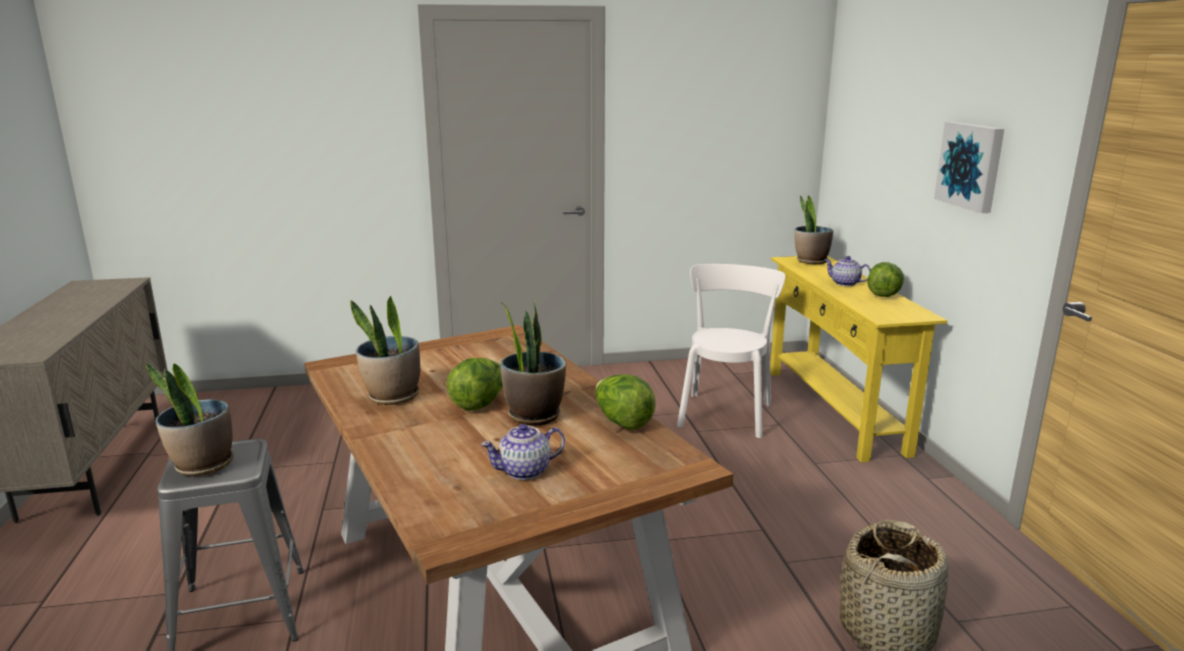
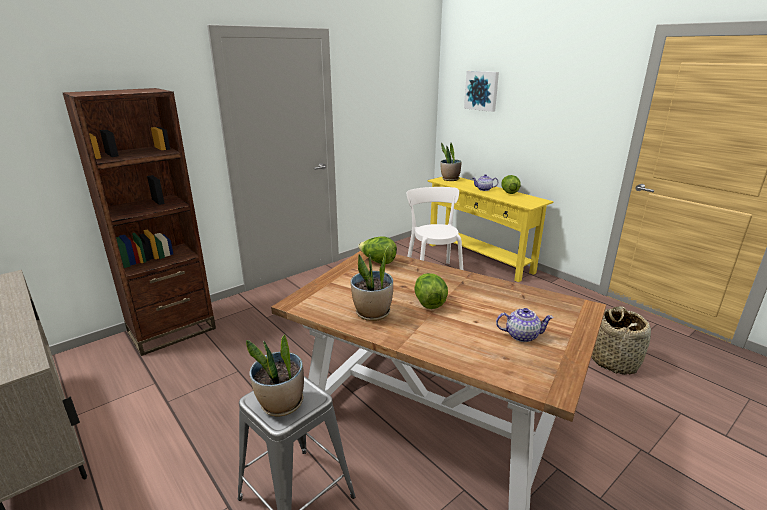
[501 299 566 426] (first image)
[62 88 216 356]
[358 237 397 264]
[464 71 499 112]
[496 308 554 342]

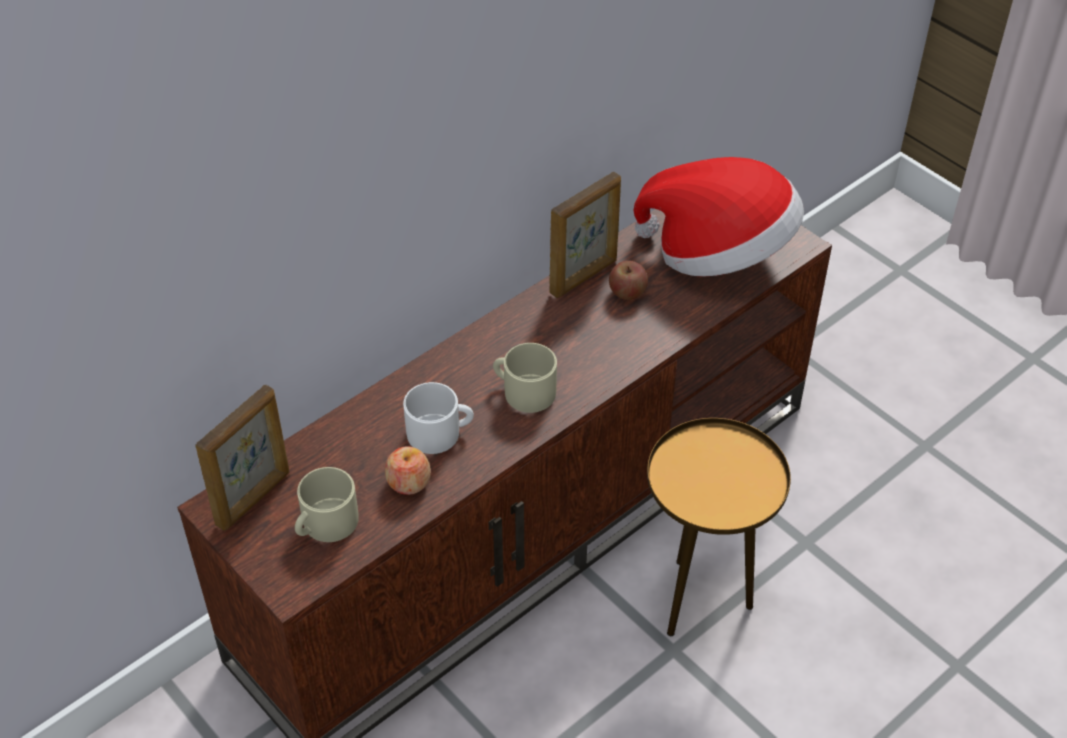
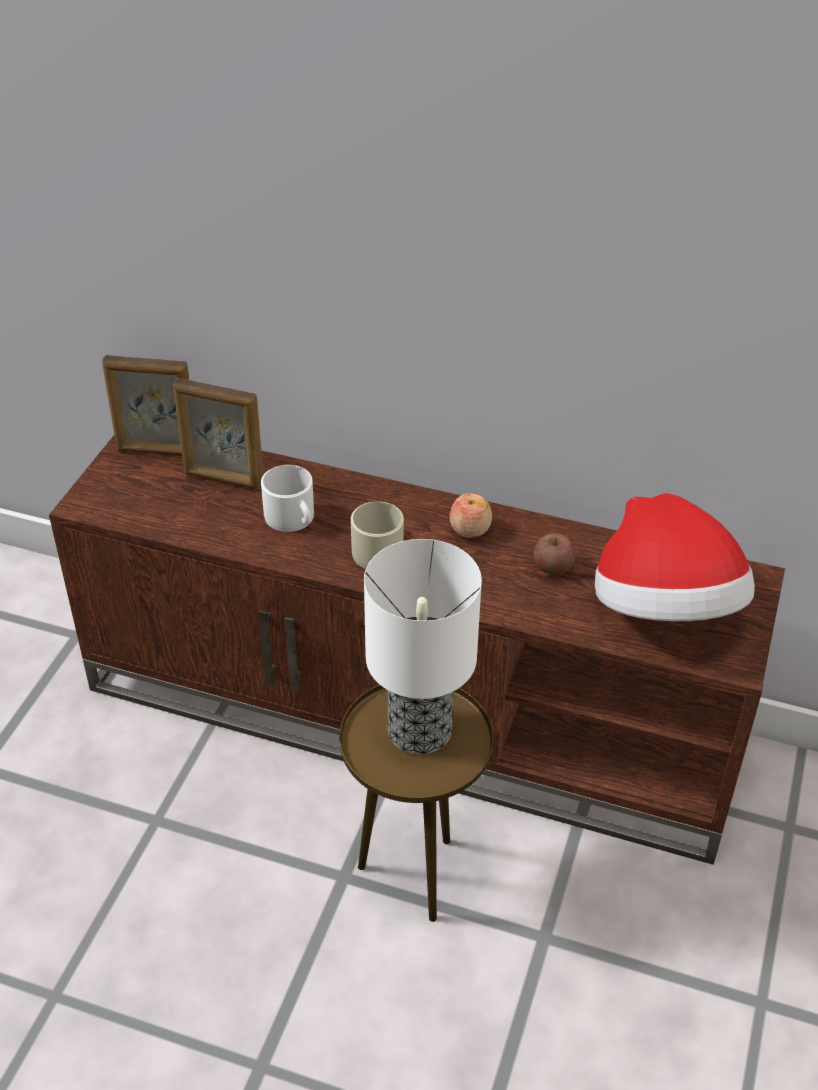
[295 467 359 542] (first image)
[364 539 482 754]
[450 493 492 538]
[173 378 263 490]

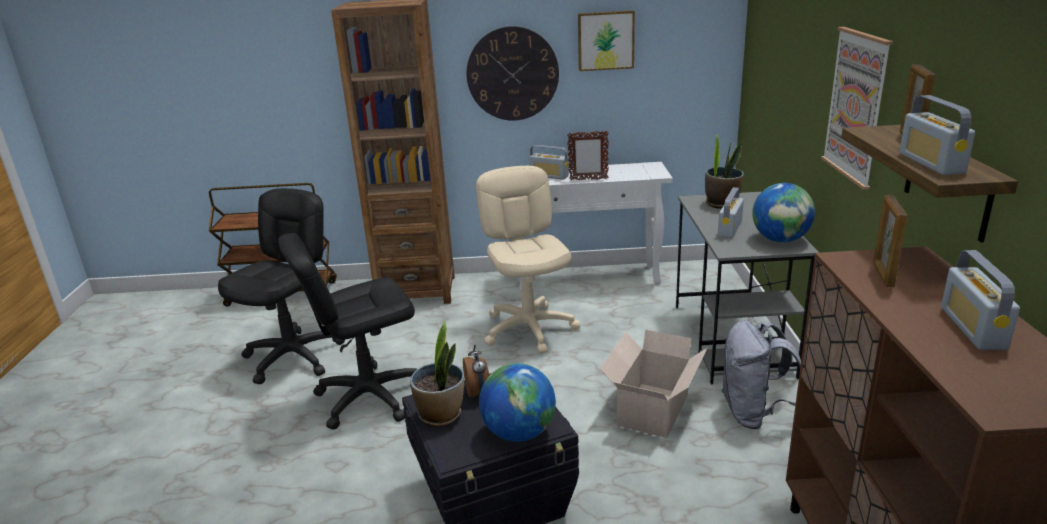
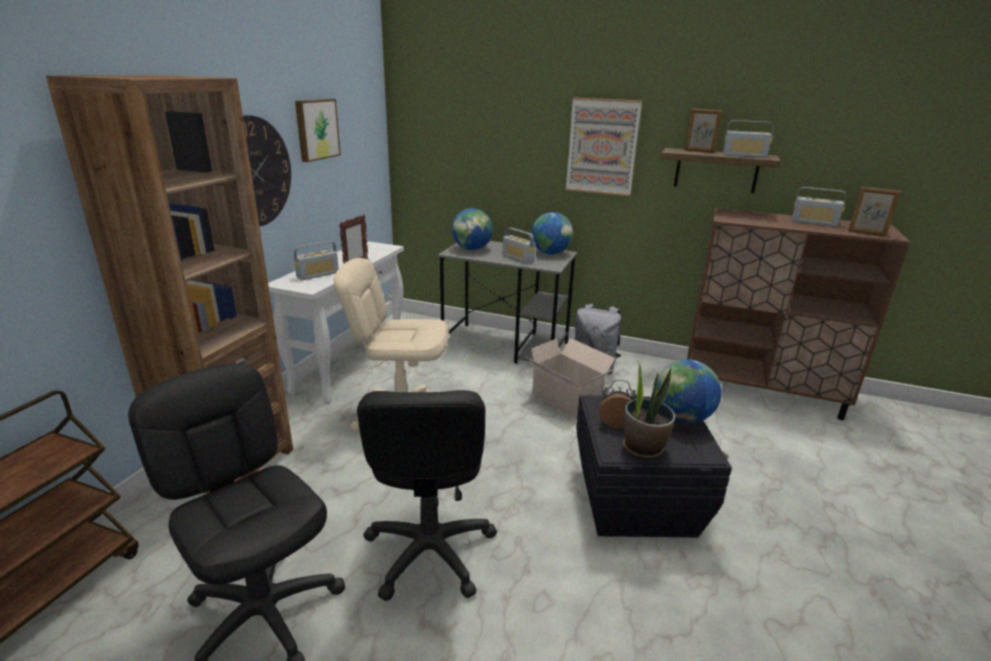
[848 186 901 236]
[452 208 493 250]

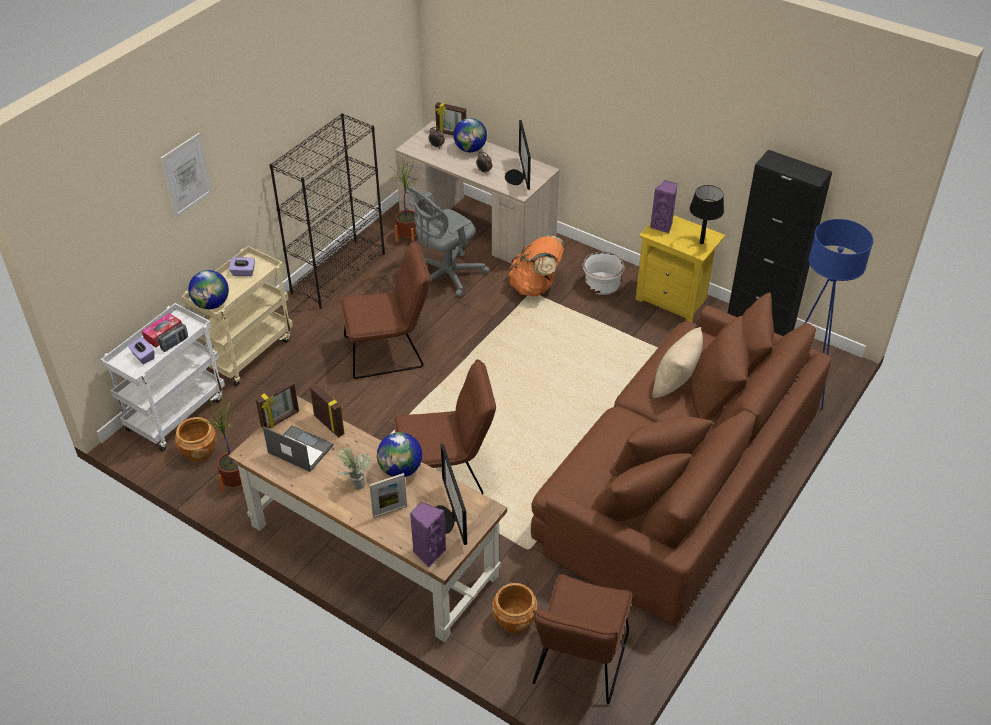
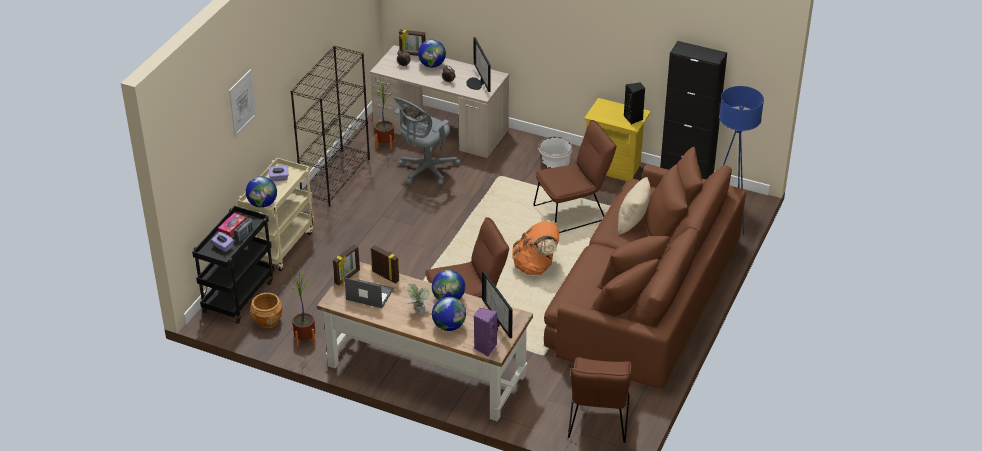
[492 583 538 633] (first image)
[650 180 678 233] (first image)
[534 120 616 233]
[512 220 559 275]
[432 297 466 331]
[624 83 645 125]
[192 206 274 324]

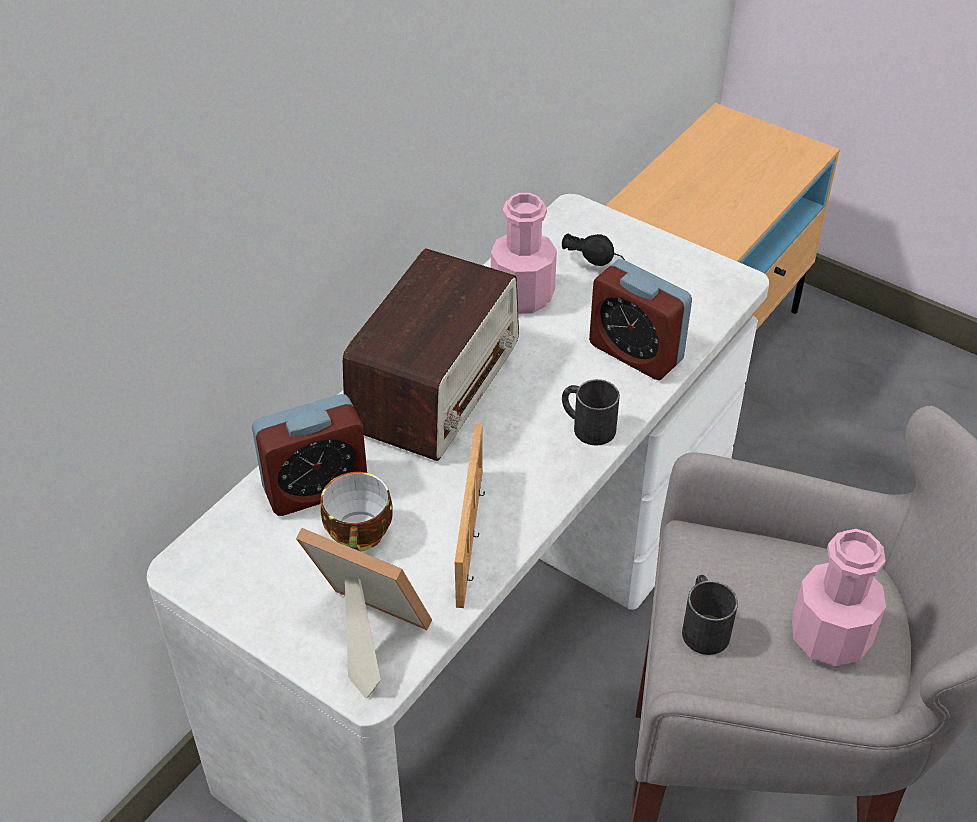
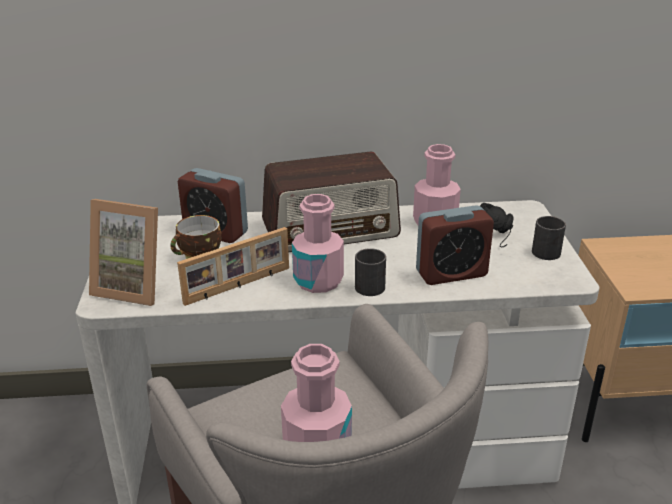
[292 194 344 293]
[532 216 566 260]
[89 199 158 306]
[416 205 494 285]

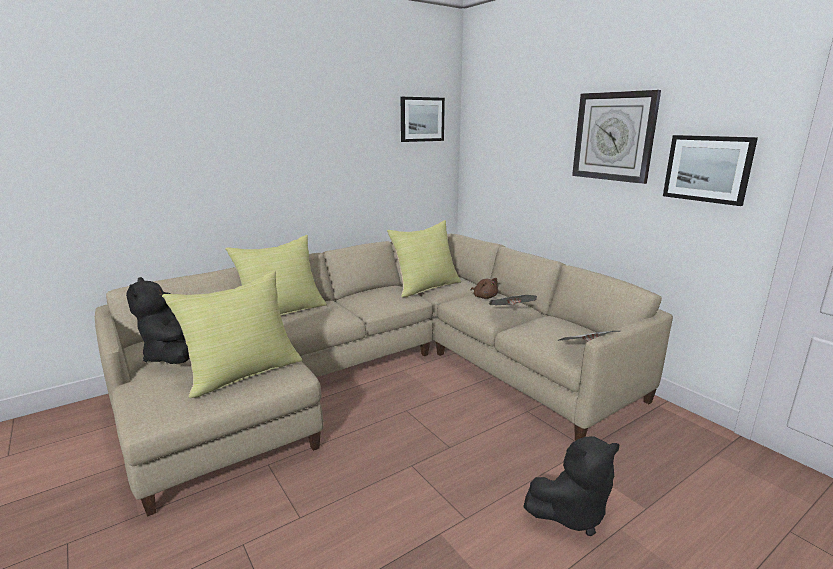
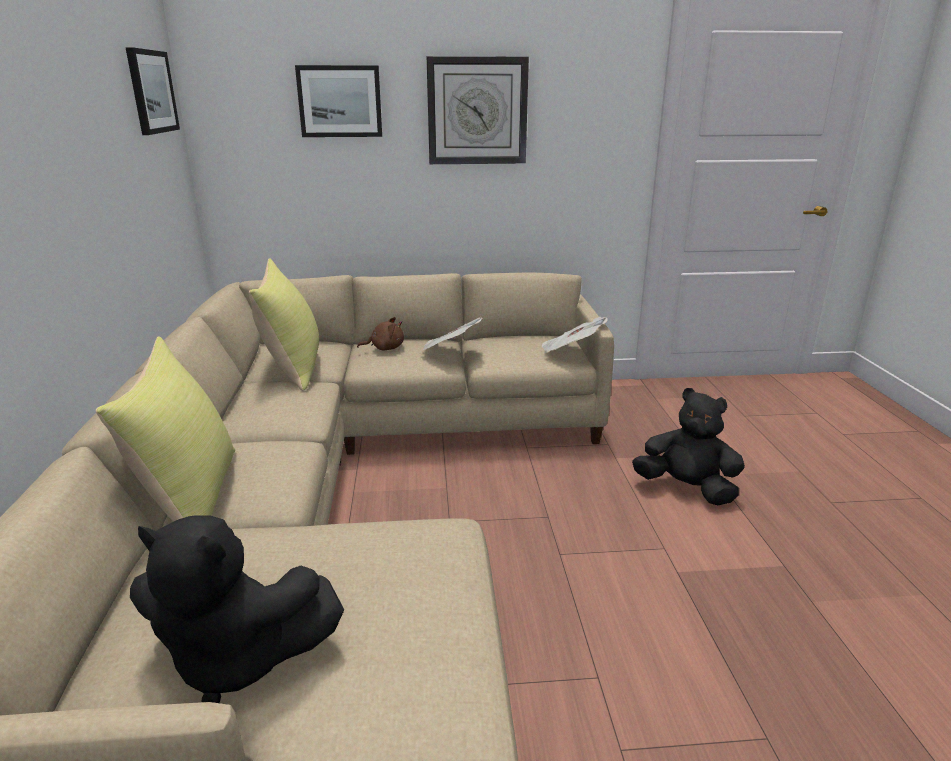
[162 270 302 398] (first image)
[295 65 382 137]
[632 388 745 505]

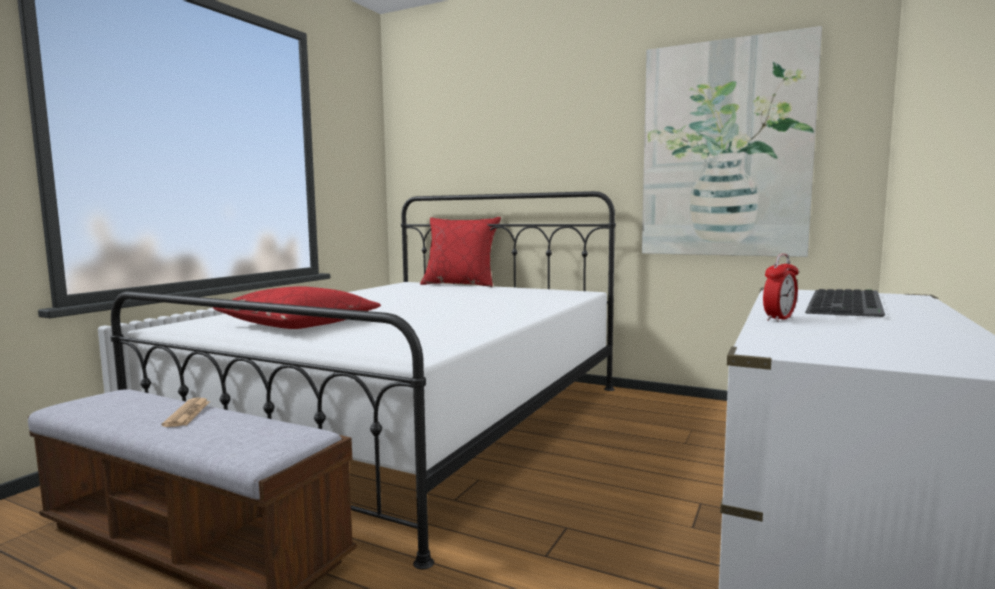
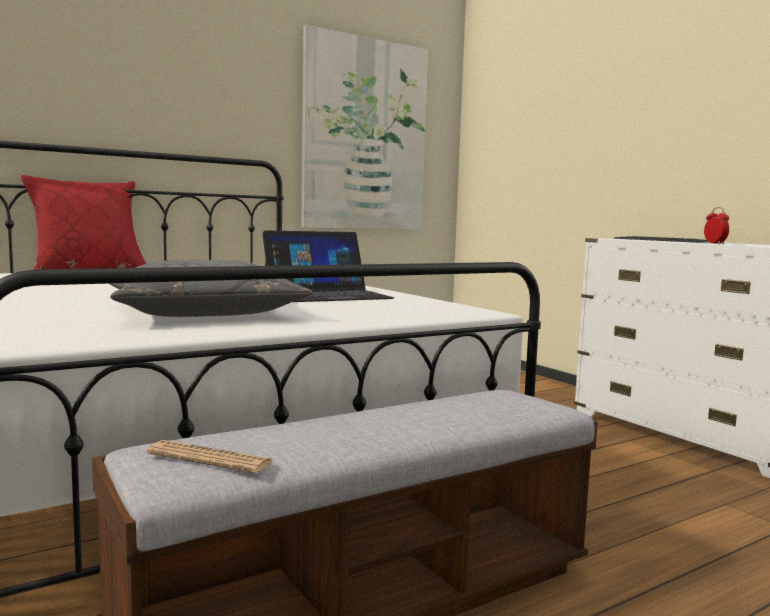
[262 230 394 302]
[147 440 274 473]
[109 260 312 317]

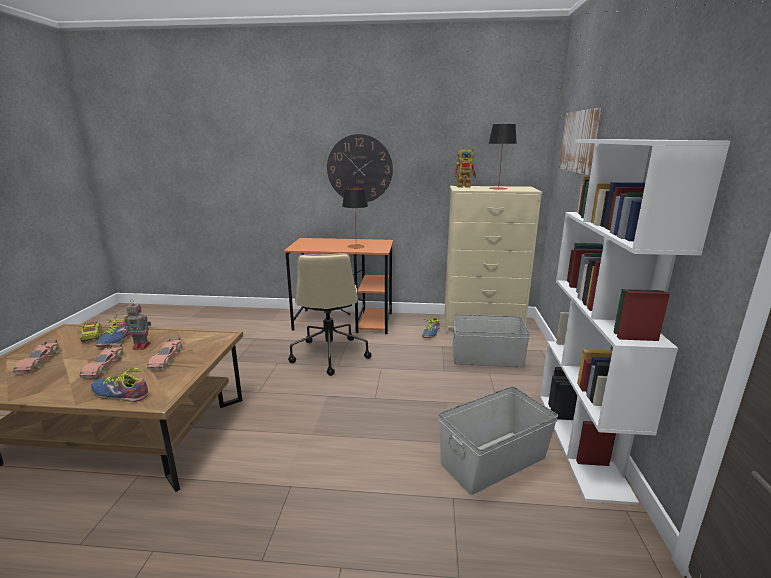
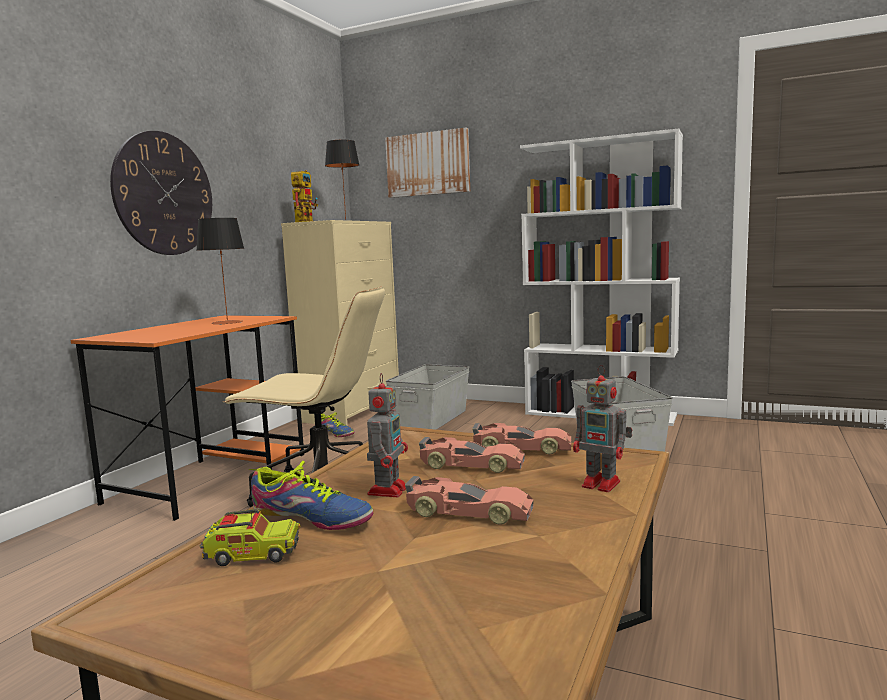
[472 423 571 454]
[573 365 632 492]

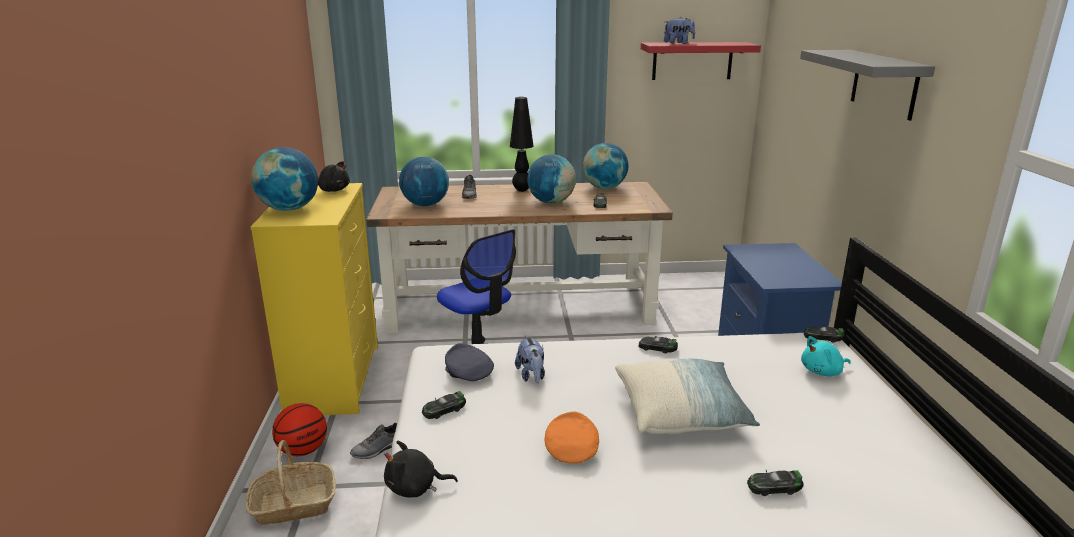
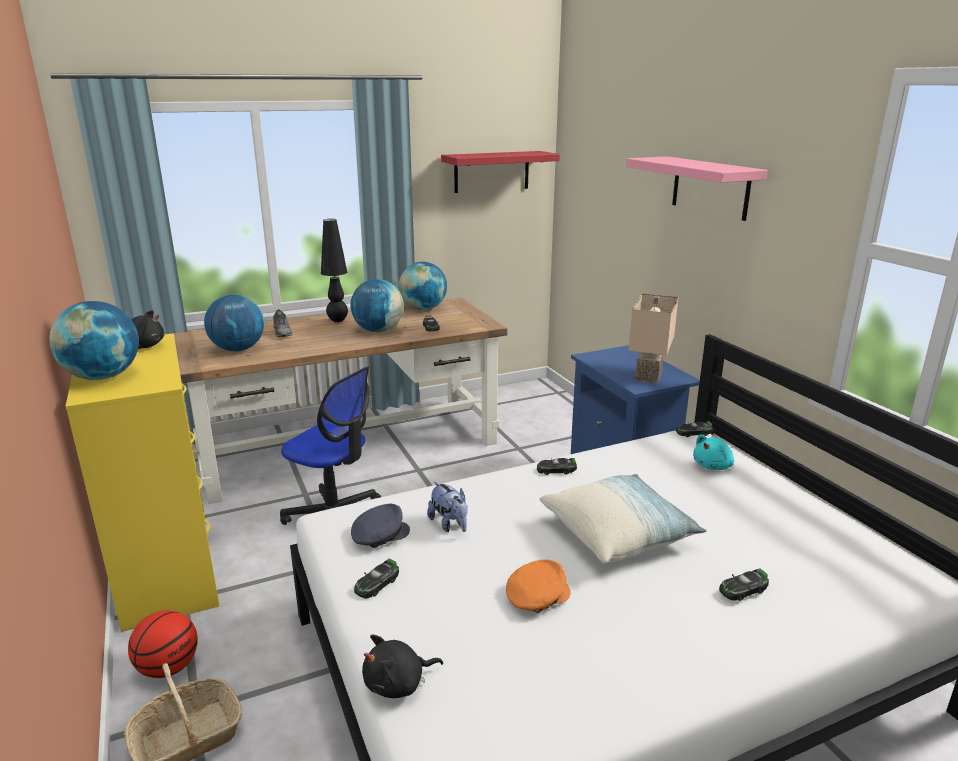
[350 423 397 459] (first image)
[664 17 695 44] (first image)
[629 293 679 384]
[626 156 768 221]
[351 504 410 548]
[506 560 571 613]

